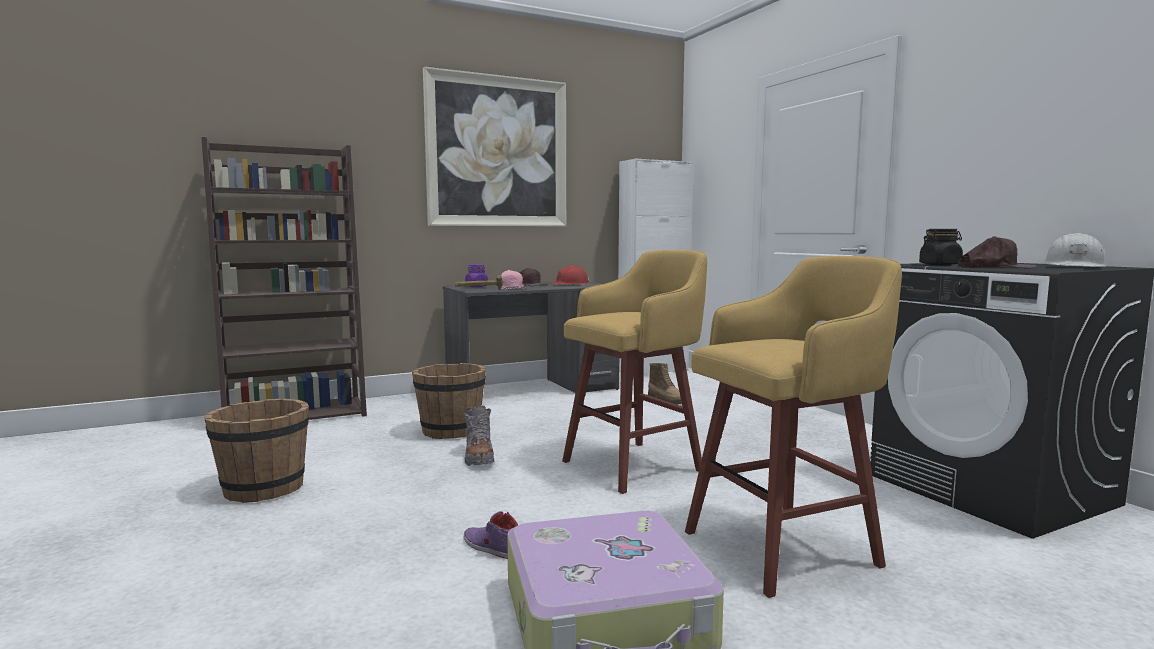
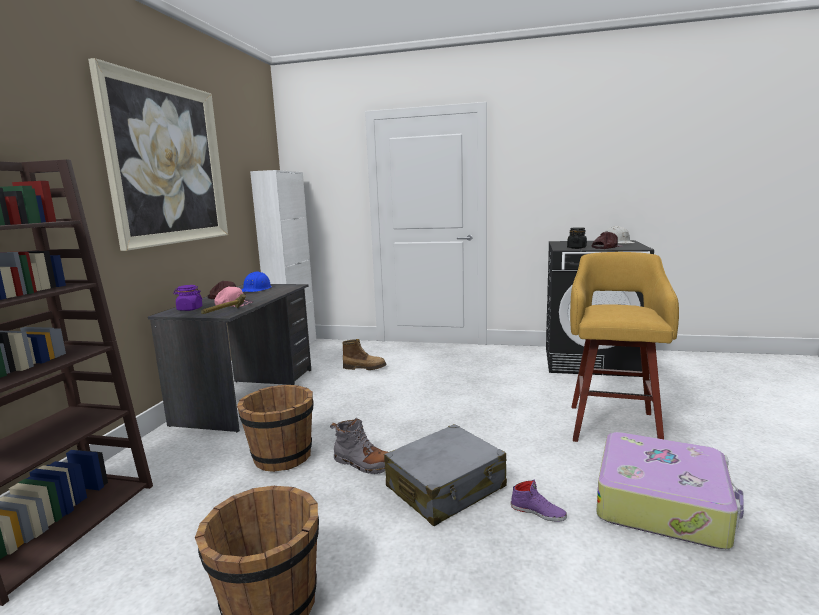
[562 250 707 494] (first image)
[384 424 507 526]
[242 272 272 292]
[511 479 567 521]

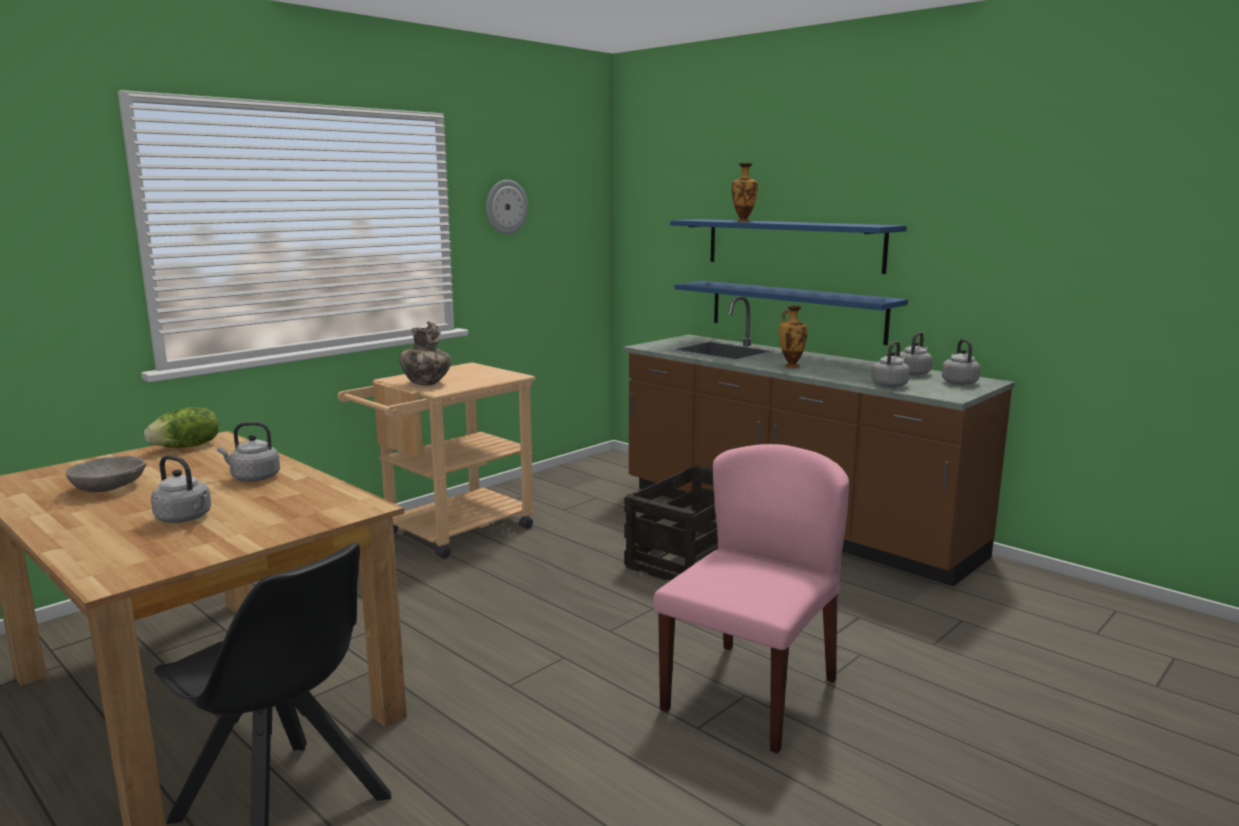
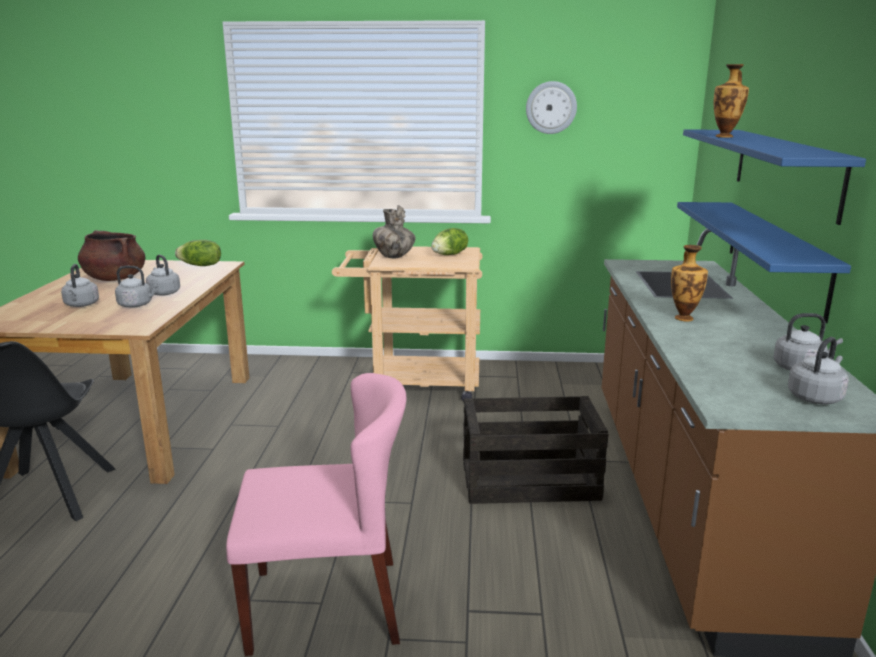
[431 228 468 255]
[115 266 158 308]
[78 230 145 281]

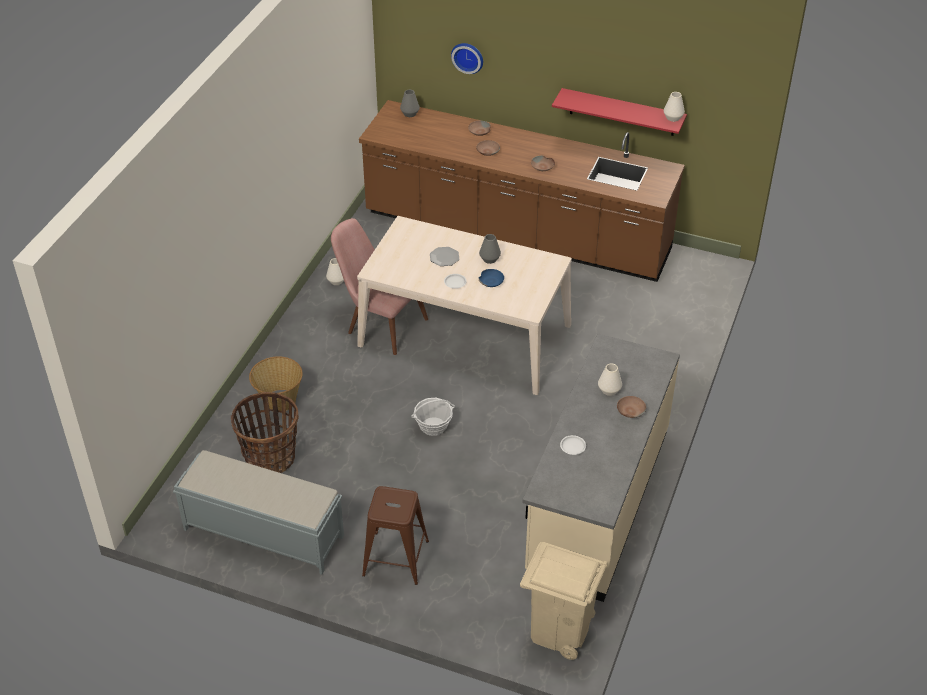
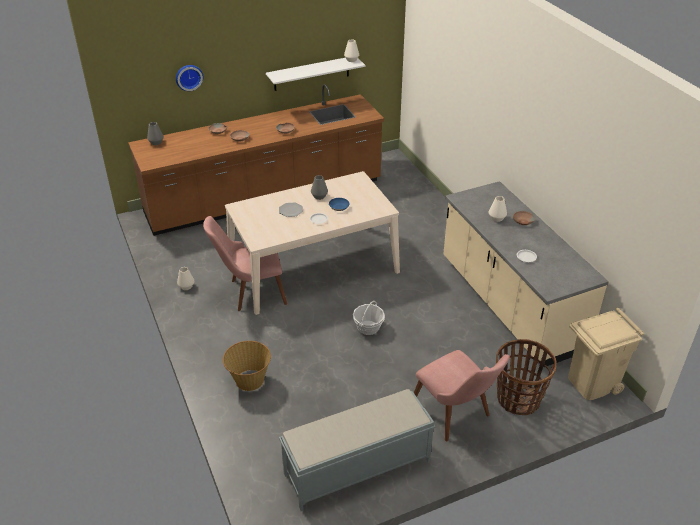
[496 339 556 415]
[414 350 510 441]
[266 58 365 91]

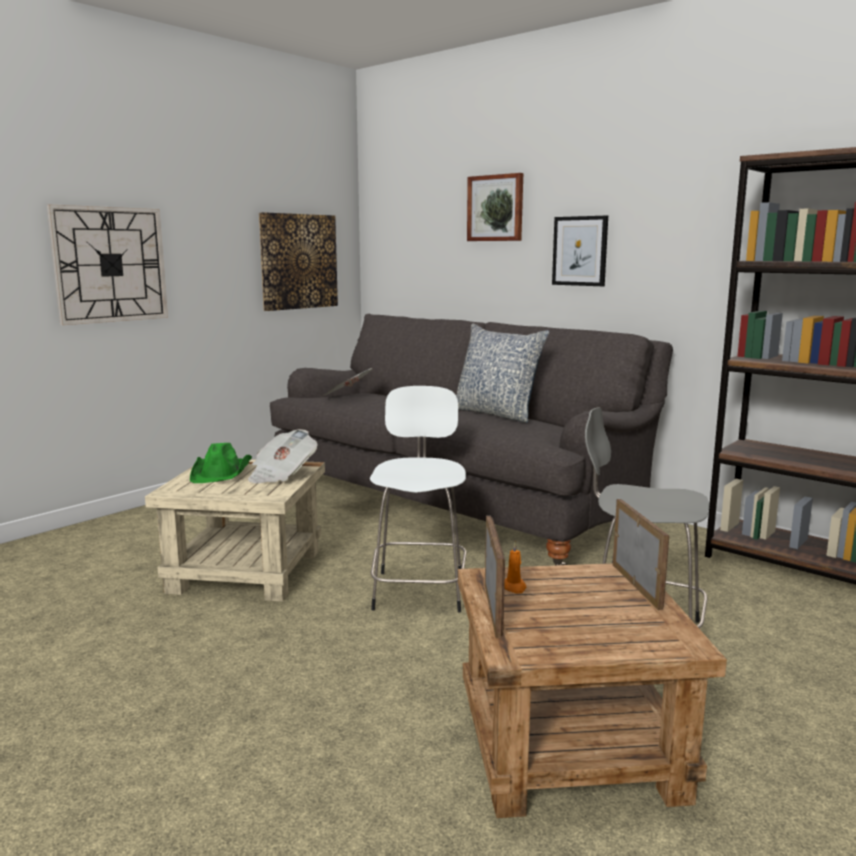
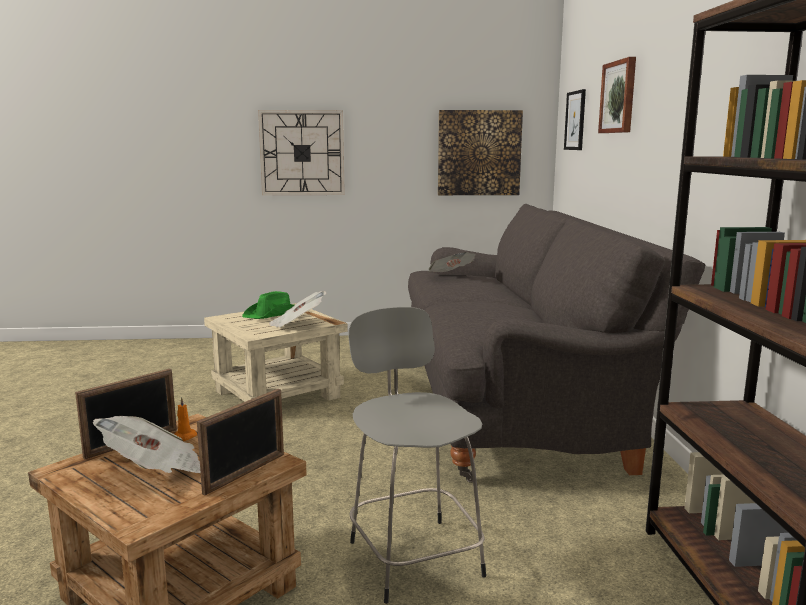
[370 386 467 613] (first image)
[456 323 549 423] (first image)
[93 416 201 473]
[564 89 586 150]

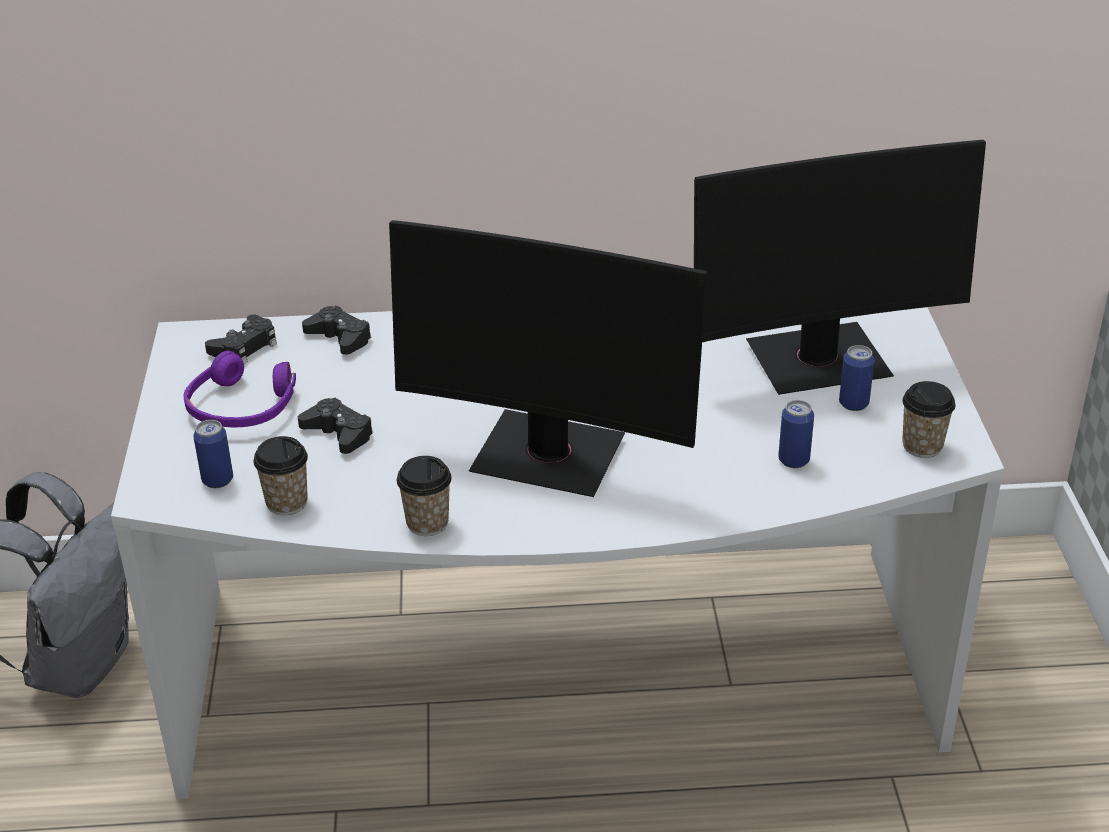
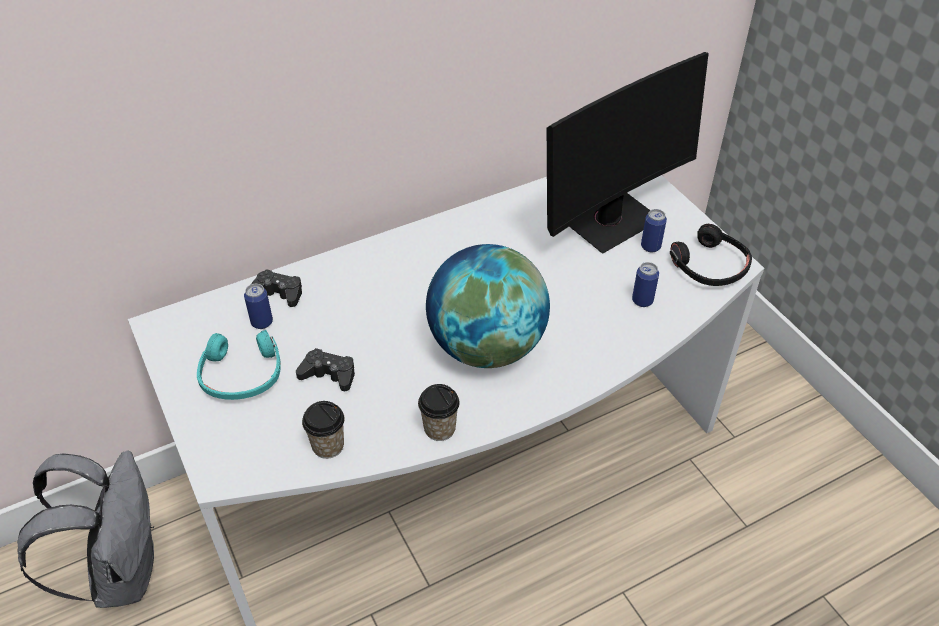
[205 315 277 364] (first image)
[244 284 273 329]
[426 244 550 368]
[670 224 752 286]
[197 330 281 400]

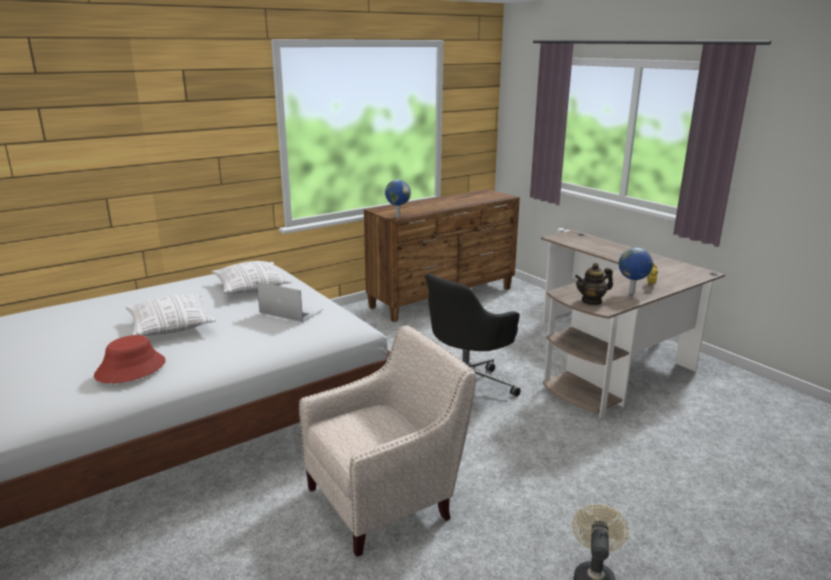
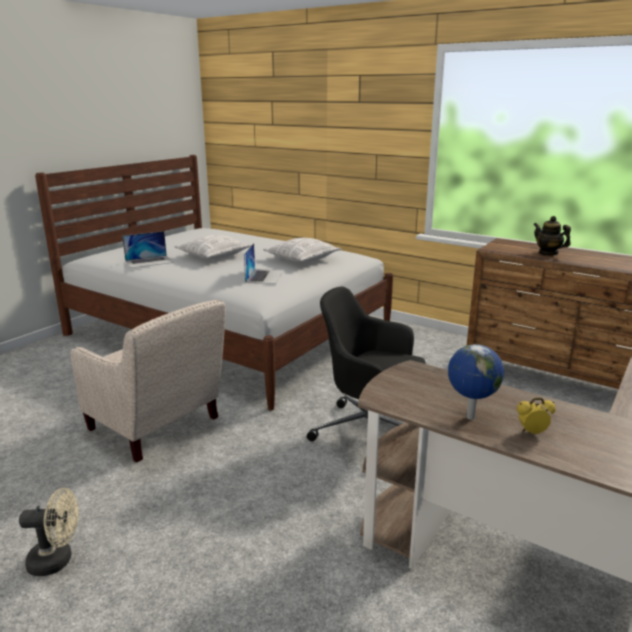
[385 179 411 218] (first image)
[533 216 571 256]
[122 231 173 268]

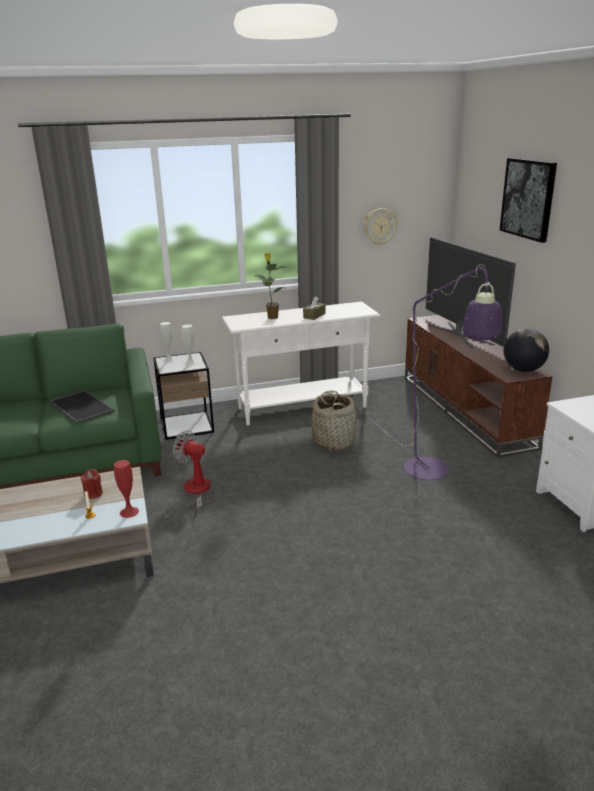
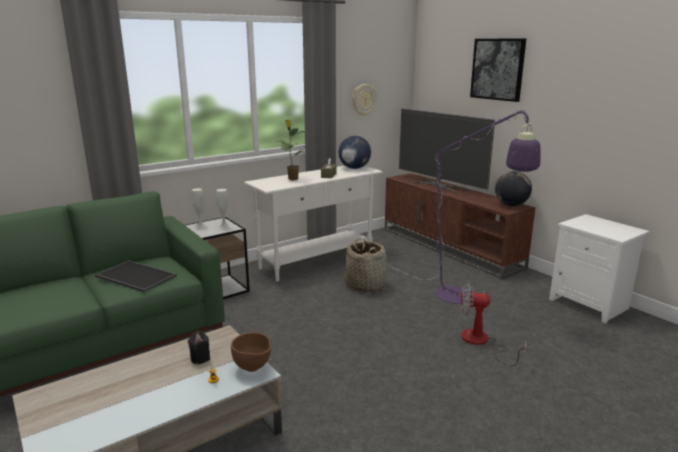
[338 136 371 169]
[461 283 527 366]
[231 332 271 372]
[188 331 210 364]

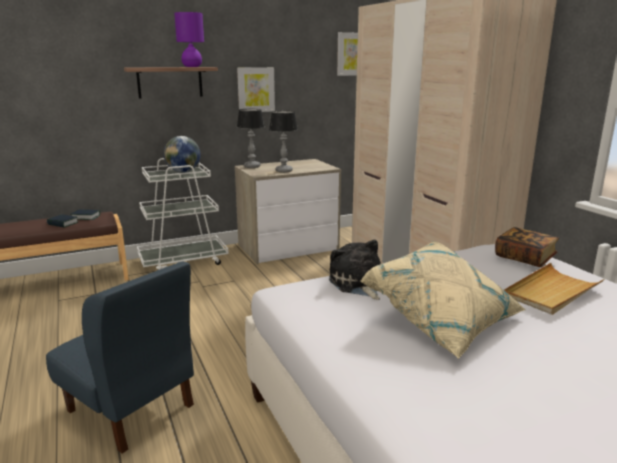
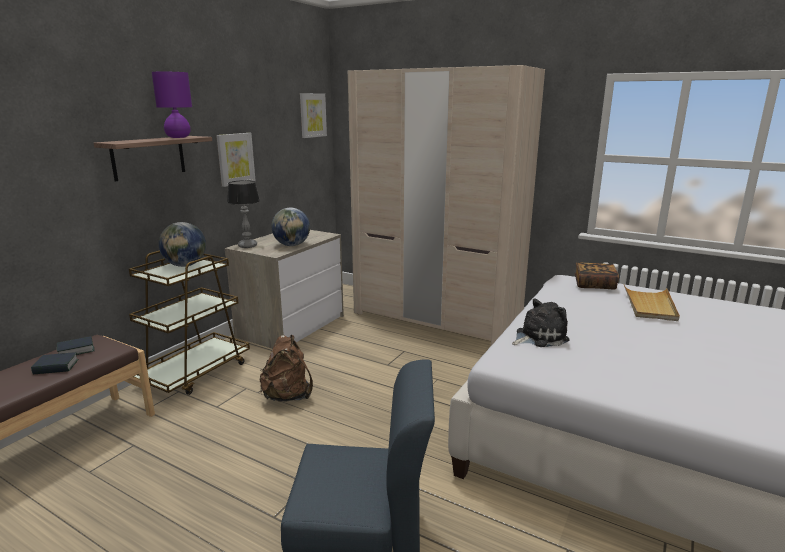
[360 241 526 359] (first image)
[260 335 313 402]
[271 208 310 246]
[129 250 250 395]
[512 298 570 347]

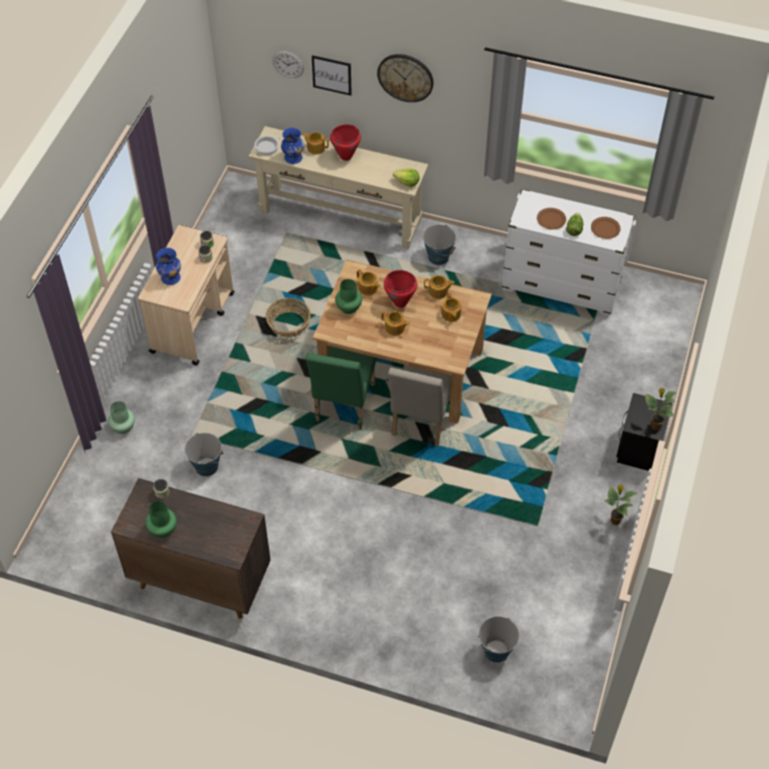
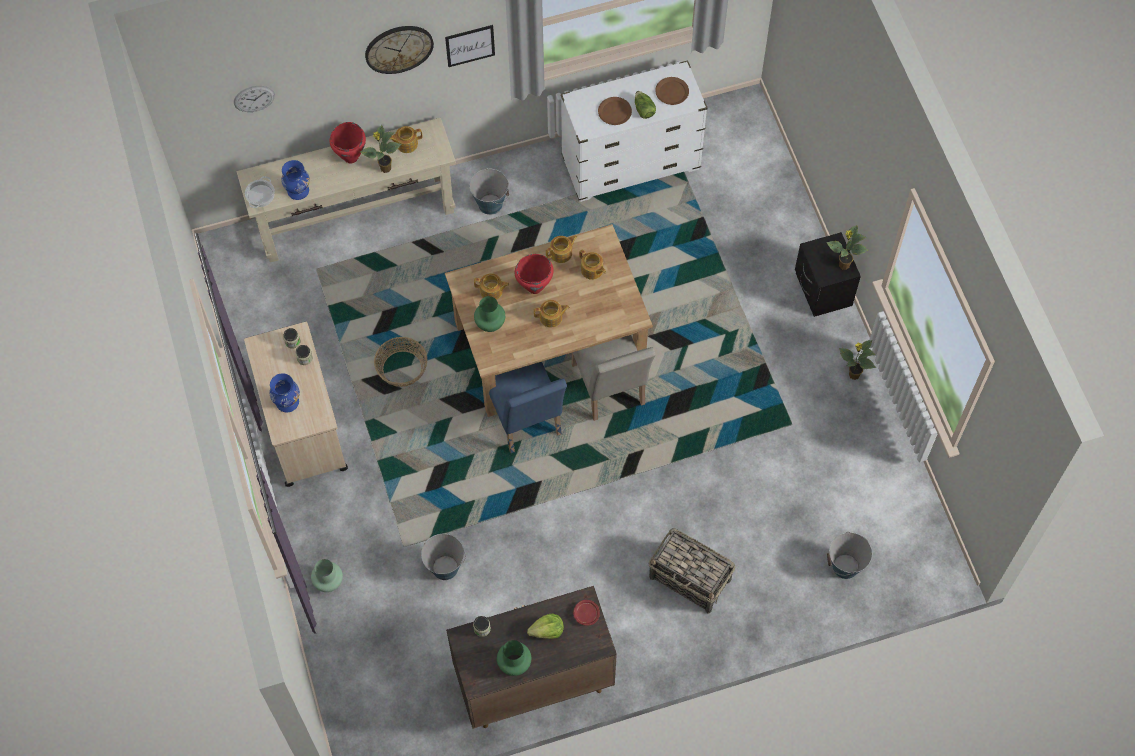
[360 125 402 173]
[573 600 600 626]
[649 528 735 614]
[390 126 422 153]
[445 25 495 67]
[527 614 564 639]
[489 362 567 453]

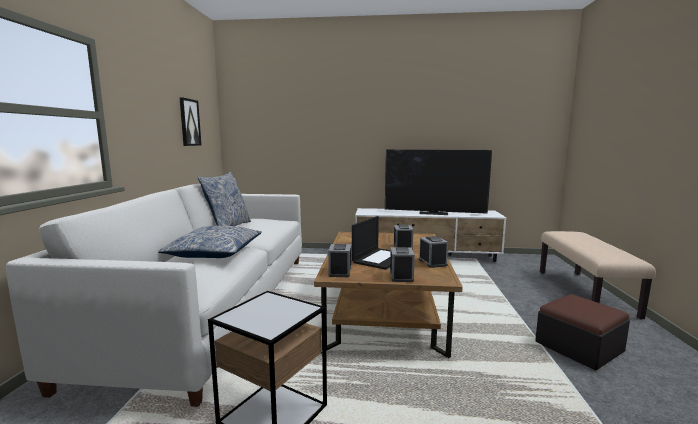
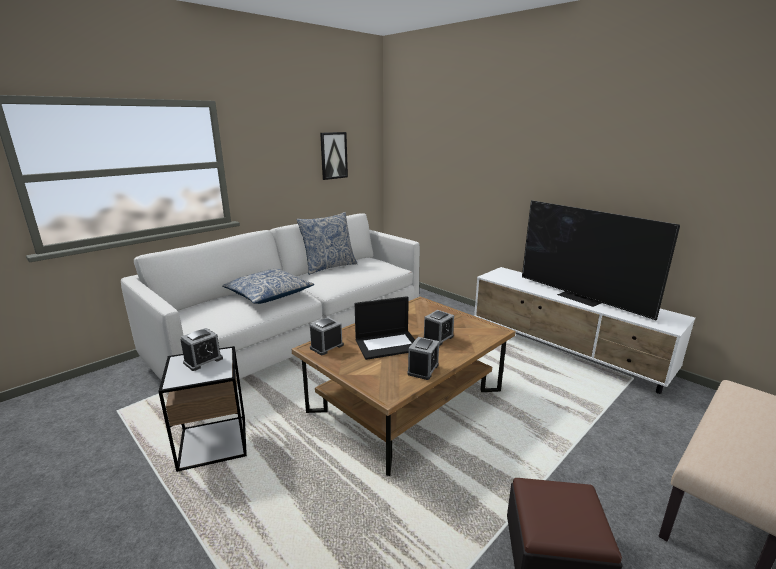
[180 328 223 371]

